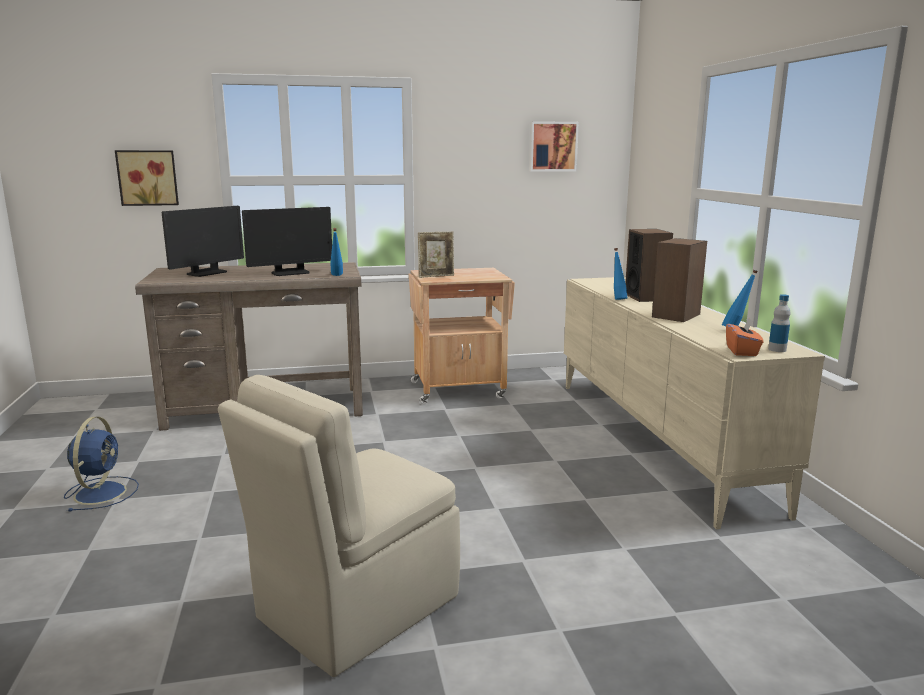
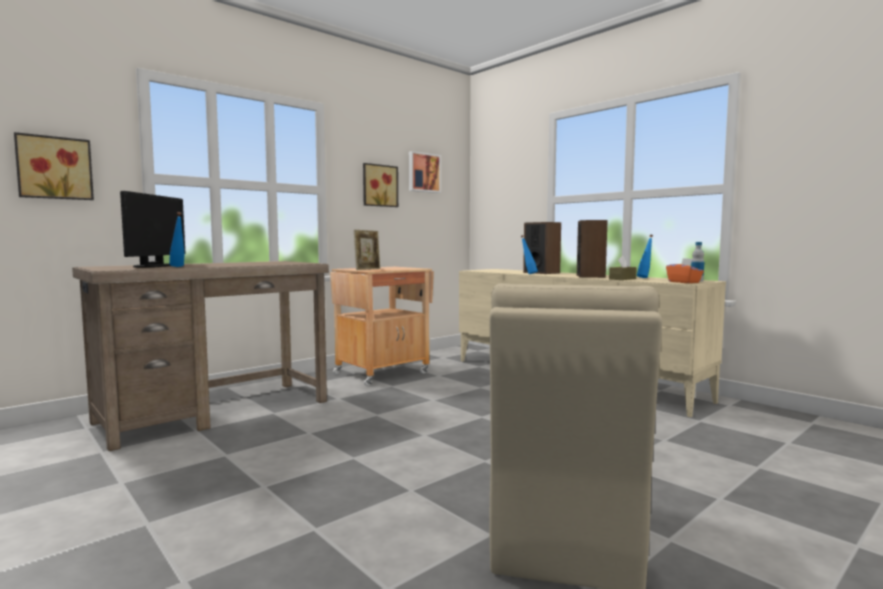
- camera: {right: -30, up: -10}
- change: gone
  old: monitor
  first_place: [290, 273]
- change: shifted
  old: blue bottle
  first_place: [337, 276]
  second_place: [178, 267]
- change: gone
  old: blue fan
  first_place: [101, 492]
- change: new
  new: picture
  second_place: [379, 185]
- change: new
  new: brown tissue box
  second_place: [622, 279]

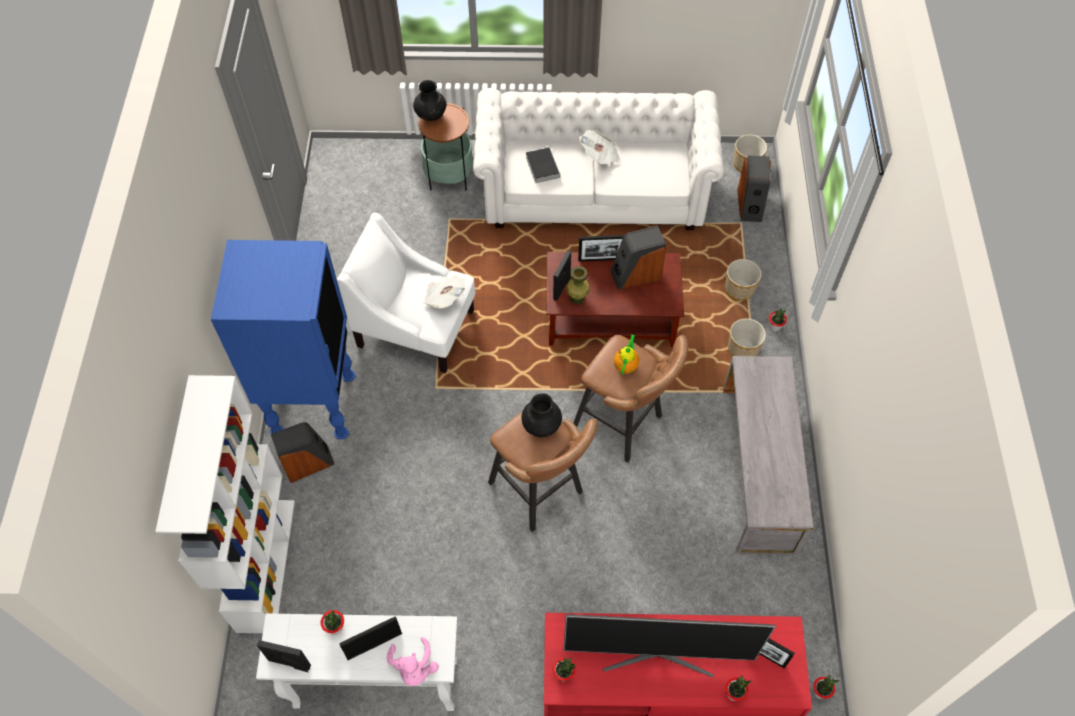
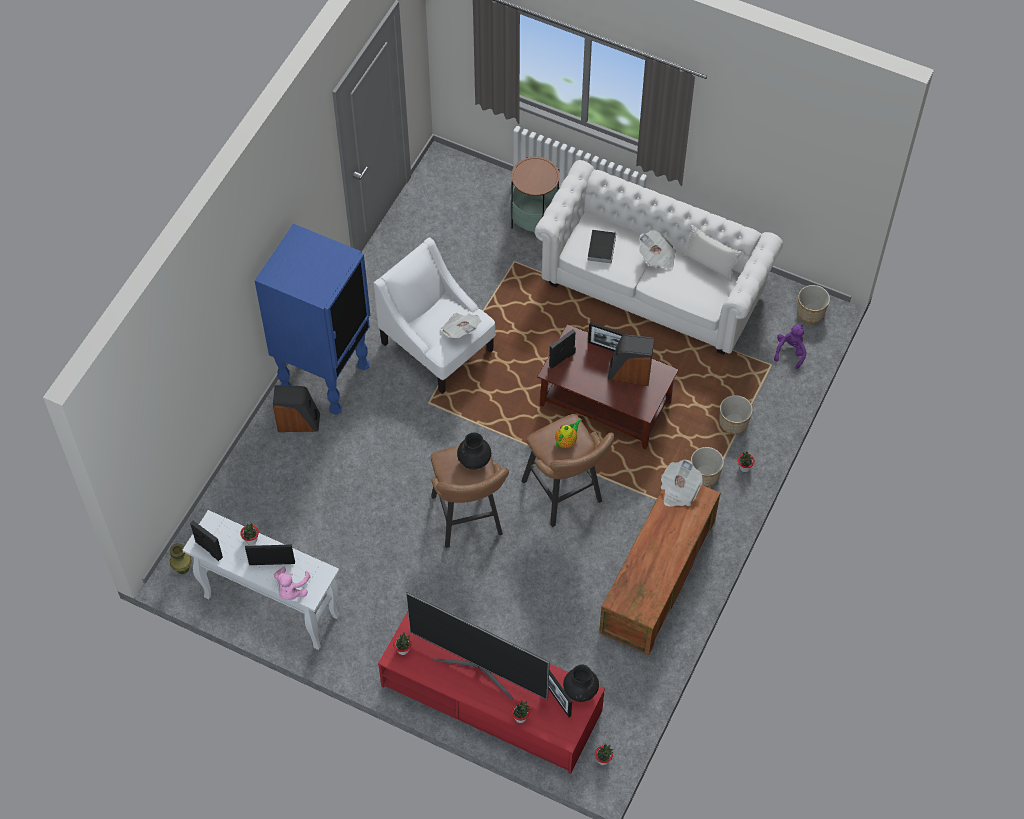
- camera: {right: 25, up: 0}
- change: shifted
  old: black vase
  first_place: [431, 116]
  second_place: [580, 691]
- change: swapped
  old: speaker
  new: purple plush toy
  first_place: [750, 205]
  second_place: [790, 352]
- change: shifted
  old: green vase
  first_place: [577, 298]
  second_place: [183, 568]
- change: repainted
  old: grey bench
  new: brown bench
  first_place: [760, 469]
  second_place: [659, 577]
- change: gone
  old: white bookcase
  first_place: [265, 564]
- change: new
  new: white pillow
  second_place: [709, 264]
- change: new
  new: newspaper
  second_place: [679, 490]

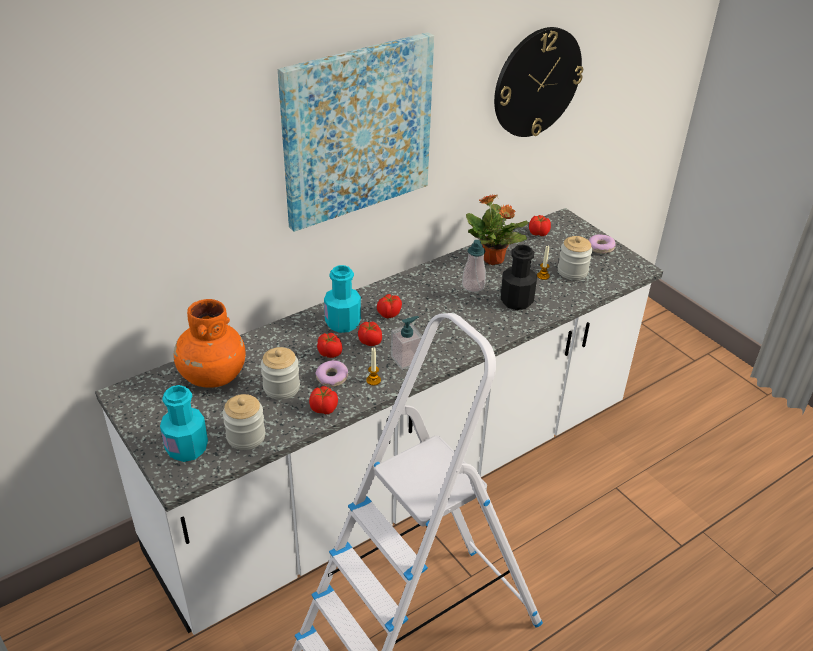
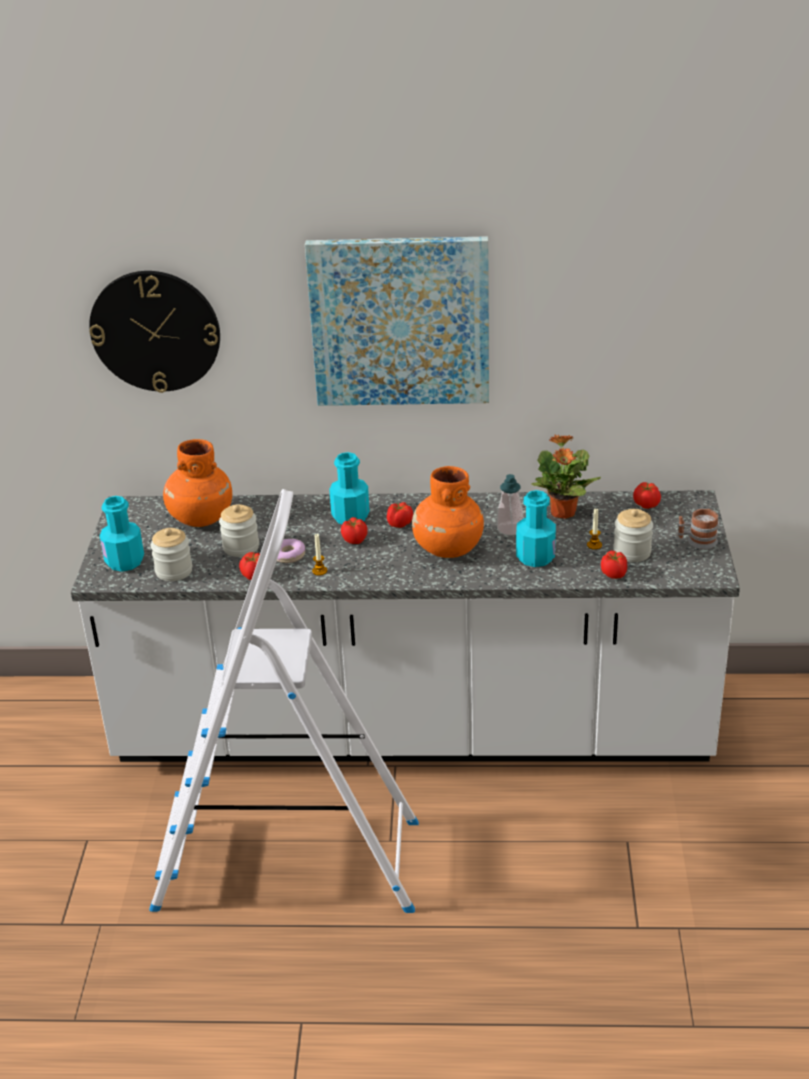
- camera: {right: 40, up: -5}
- change: shifted
  old: wall clock
  first_place: [537, 82]
  second_place: [155, 331]
- change: swapped
  old: donut
  new: mug
  first_place: [600, 248]
  second_place: [697, 541]
- change: repainted
  old: black bottle
  new: turquoise bottle
  first_place: [516, 301]
  second_place: [535, 557]
- change: gone
  old: soap dispenser
  first_place: [406, 359]
- change: shifted
  old: tomato
  first_place: [330, 353]
  second_place: [614, 574]
- change: new
  new: orange vase
  second_place: [448, 548]

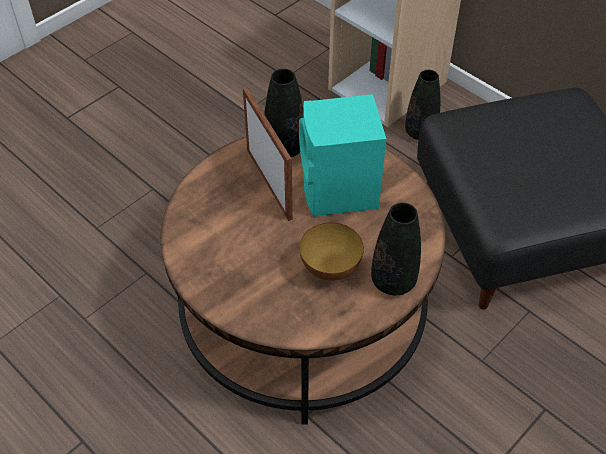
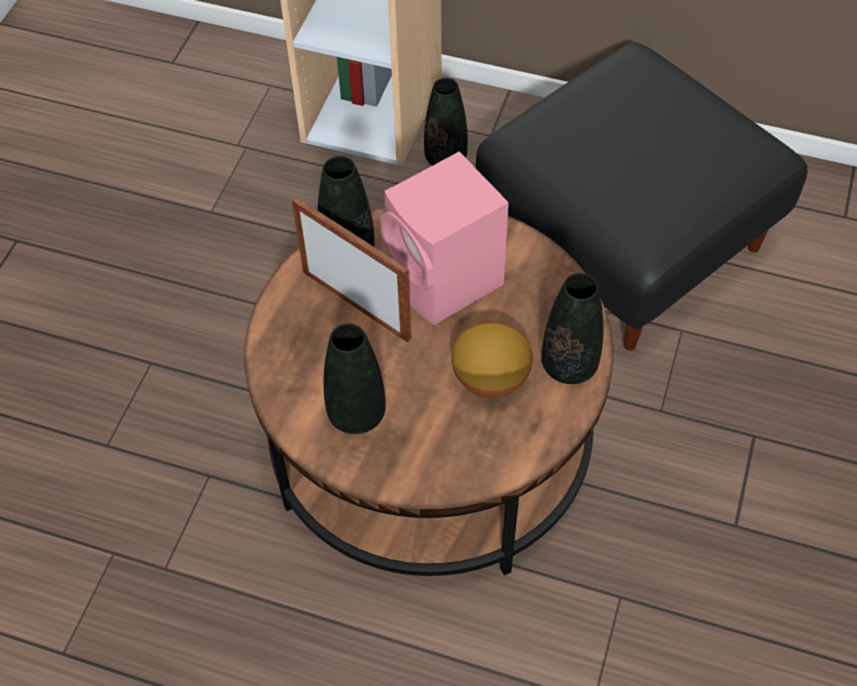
- camera: {right: -25, up: 5}
- change: repainted
  old: turquoise speaker
  new: pink speaker
  first_place: [339, 193]
  second_place: [447, 283]
- change: new
  new: black vase
  second_place: [356, 414]

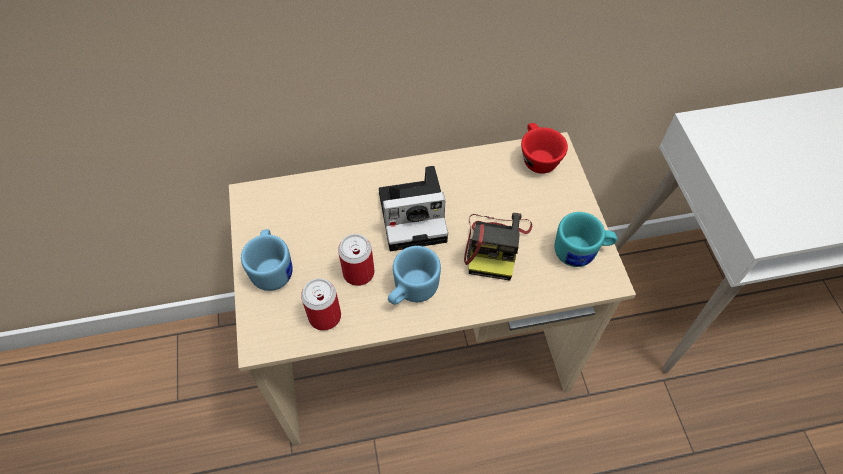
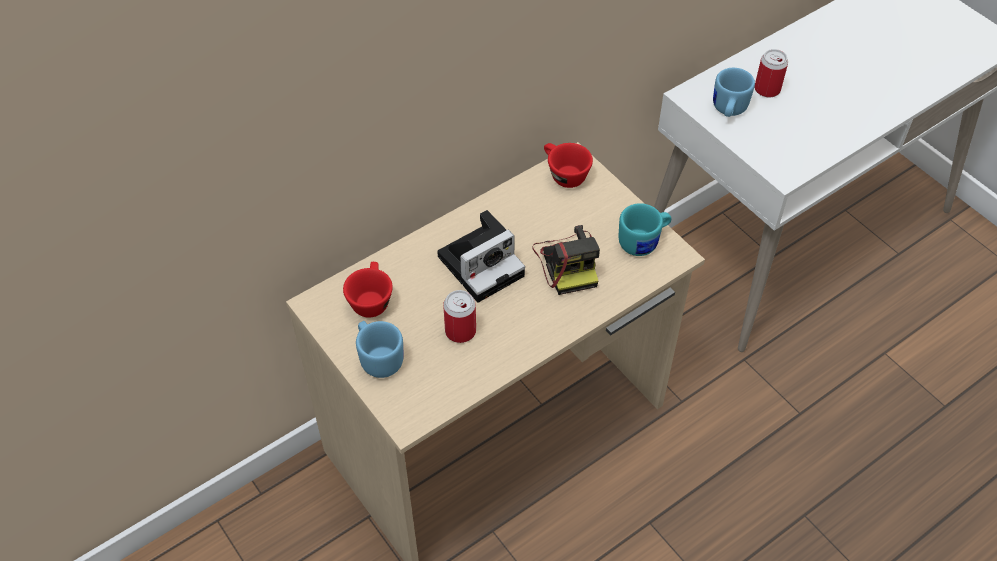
- camera: {right: -25, up: -5}
- change: shifted
  old: blue mug
  first_place: [411, 291]
  second_place: [728, 110]
- change: shifted
  old: can
  first_place: [325, 316]
  second_place: [767, 89]
- change: new
  new: red cup
  second_place: [370, 299]

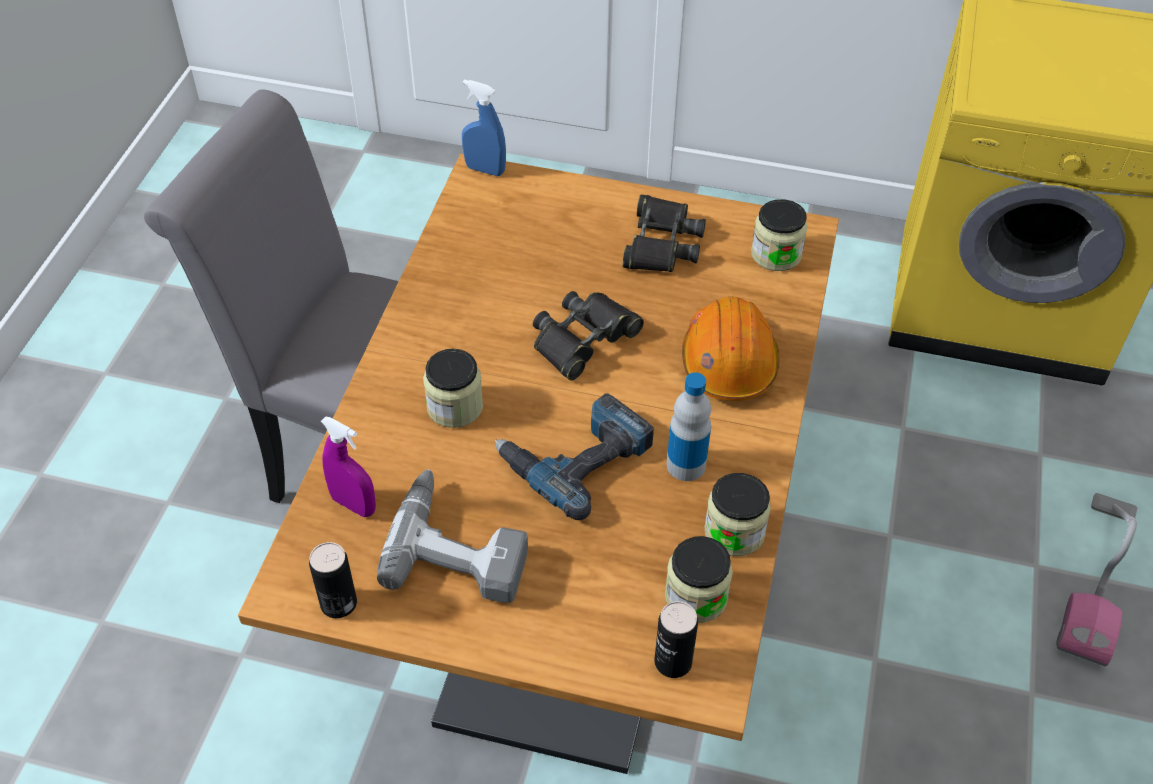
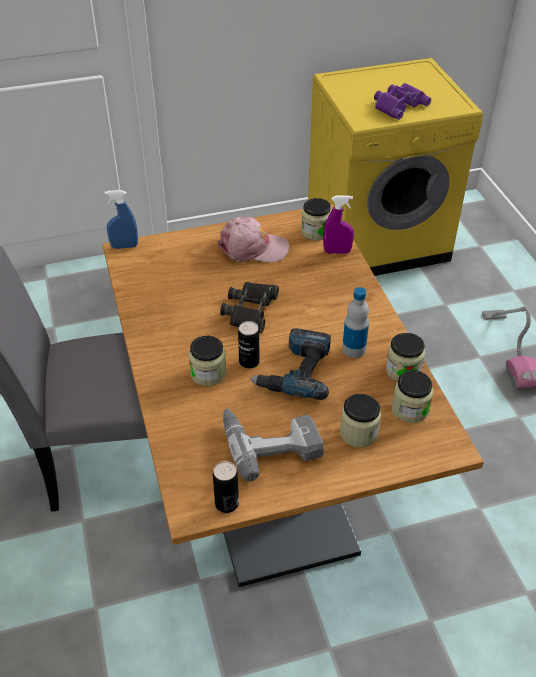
- camera: {right: -30, up: -5}
- change: swapped
  old: black binoculars
  new: pink cap
  first_place: [661, 243]
  second_place: [252, 248]
- change: gone
  old: orange hard hat
  first_place: [728, 362]
- change: shifted
  old: purple spray bottle
  first_place: [354, 505]
  second_place: [337, 251]
- change: shifted
  old: can
  first_place: [673, 662]
  second_place: [249, 361]
- change: new
  new: purple binoculars
  second_place: [398, 105]
- change: new
  new: jar
  second_place: [358, 433]

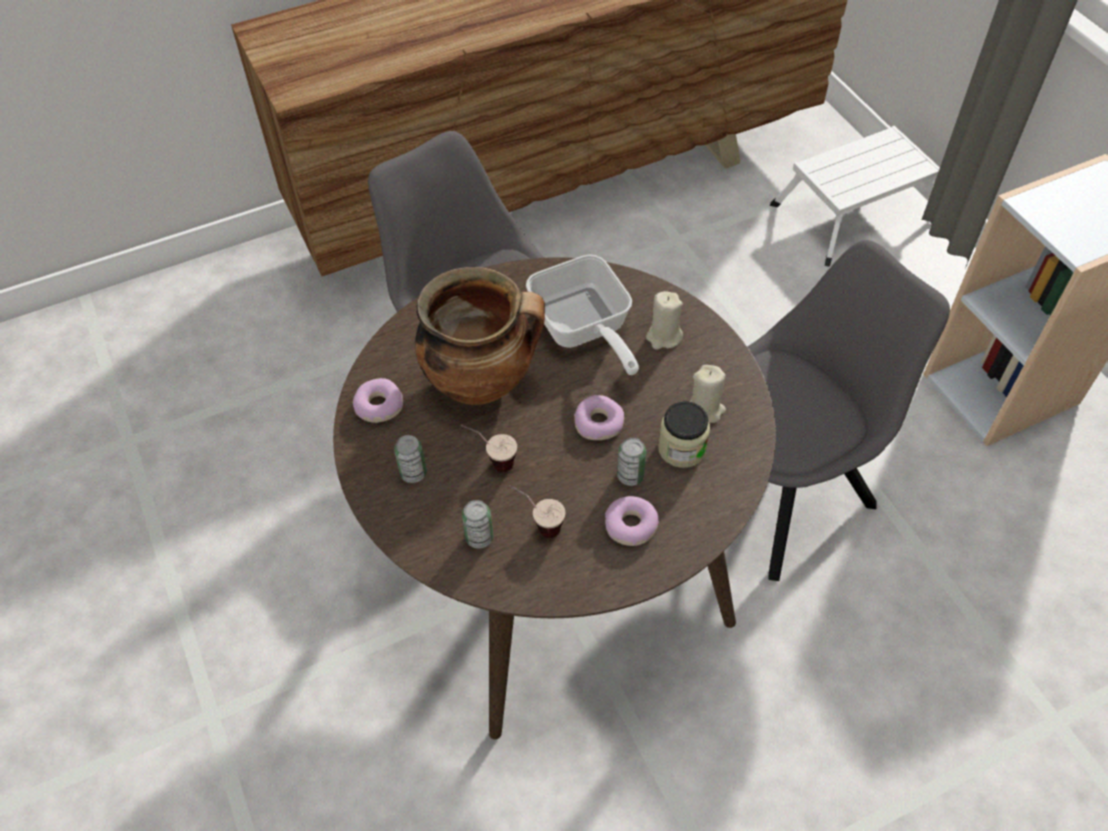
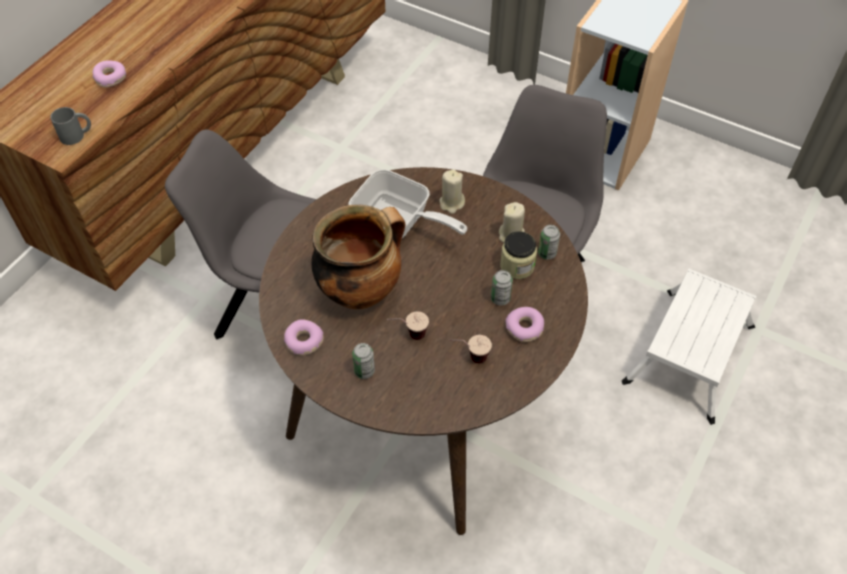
- camera: {right: -35, up: 0}
- change: shifted
  old: white step ladder
  first_place: [854, 212]
  second_place: [689, 354]
- change: shifted
  old: donut
  first_place: [599, 423]
  second_place: [110, 78]
- change: shifted
  old: can
  first_place: [479, 537]
  second_place: [547, 253]
- change: new
  new: grey mug
  second_place: [77, 135]

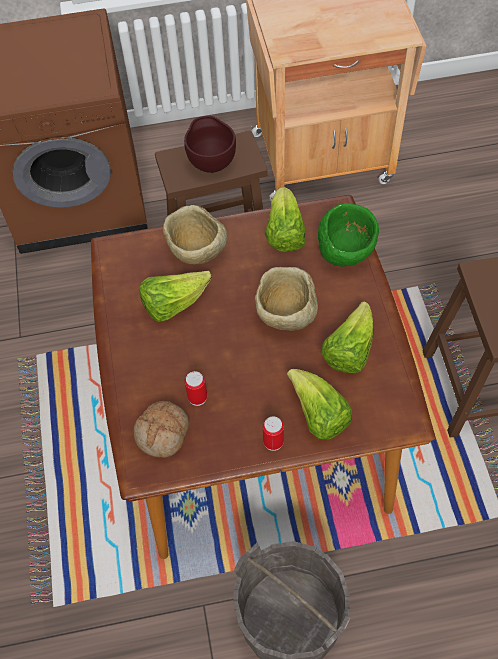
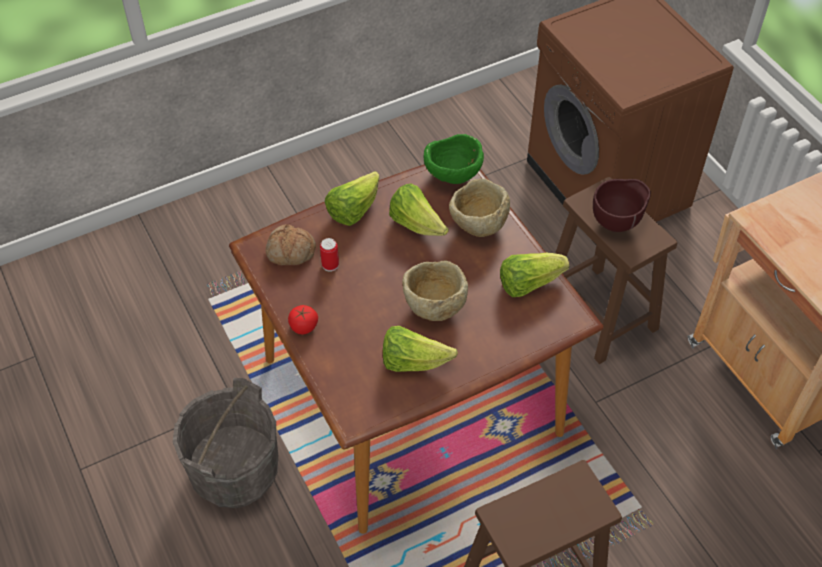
- camera: {right: 70, up: -5}
- change: shifted
  old: green bowl
  first_place: [346, 253]
  second_place: [452, 177]
- change: shifted
  old: lettuce
  first_place: [318, 415]
  second_place: [353, 210]
- change: swapped
  old: can
  new: tomato
  first_place: [273, 442]
  second_place: [303, 327]

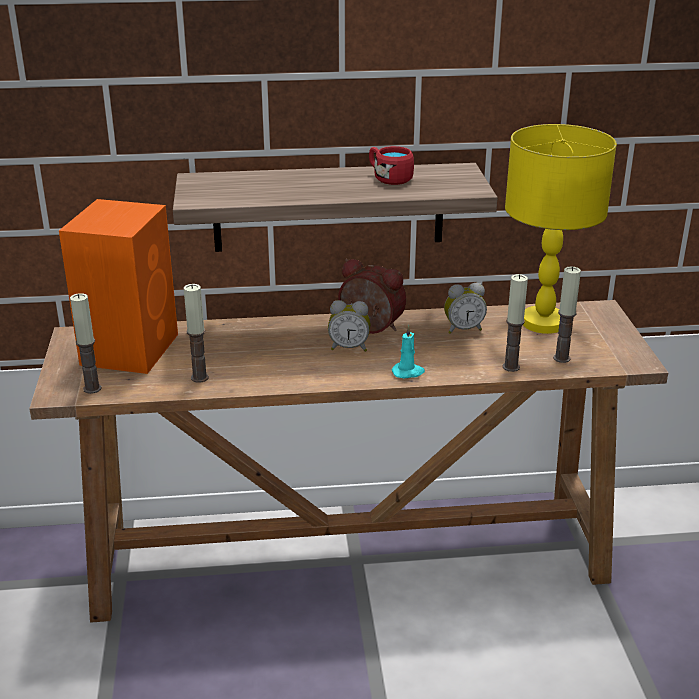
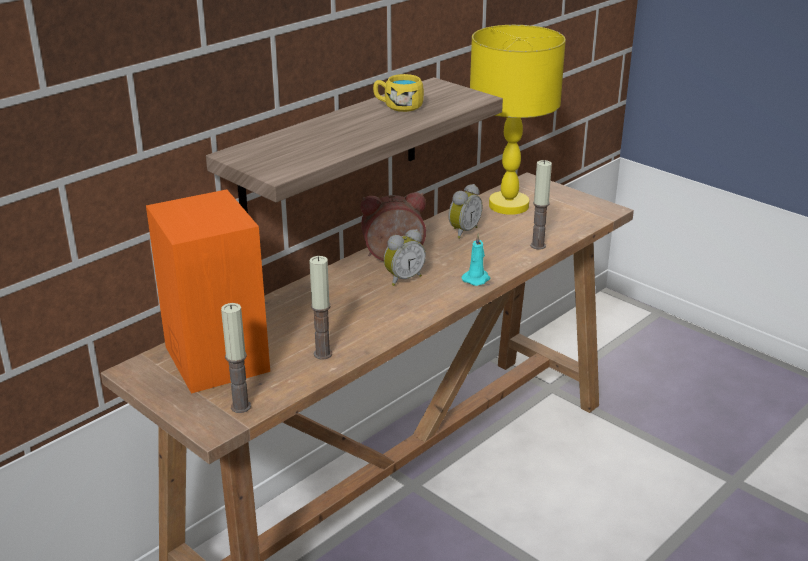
- camera: {right: -40, up: 0}
- change: repainted
  old: red mug
  new: yellow mug
  first_place: [389, 178]
  second_place: [398, 106]
- change: gone
  old: candle
  first_place: [561, 358]

